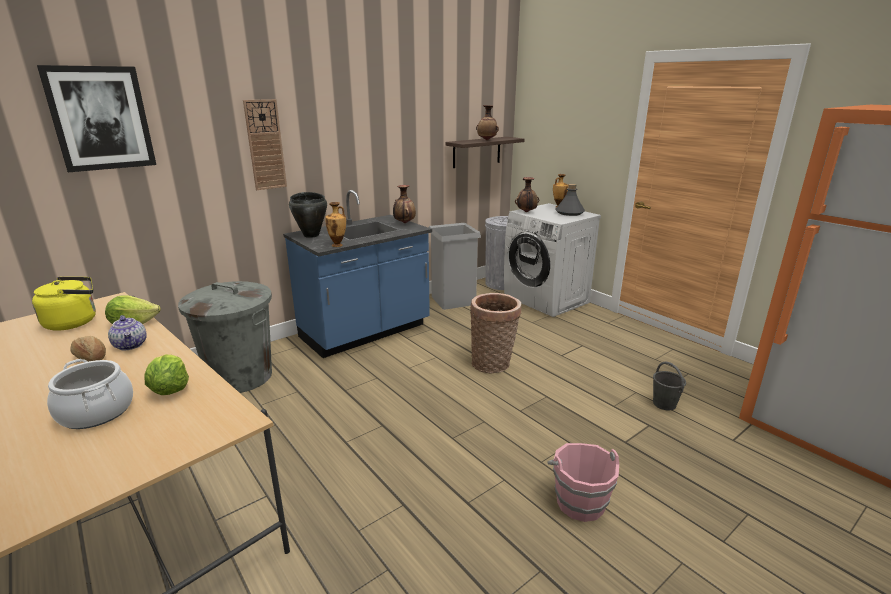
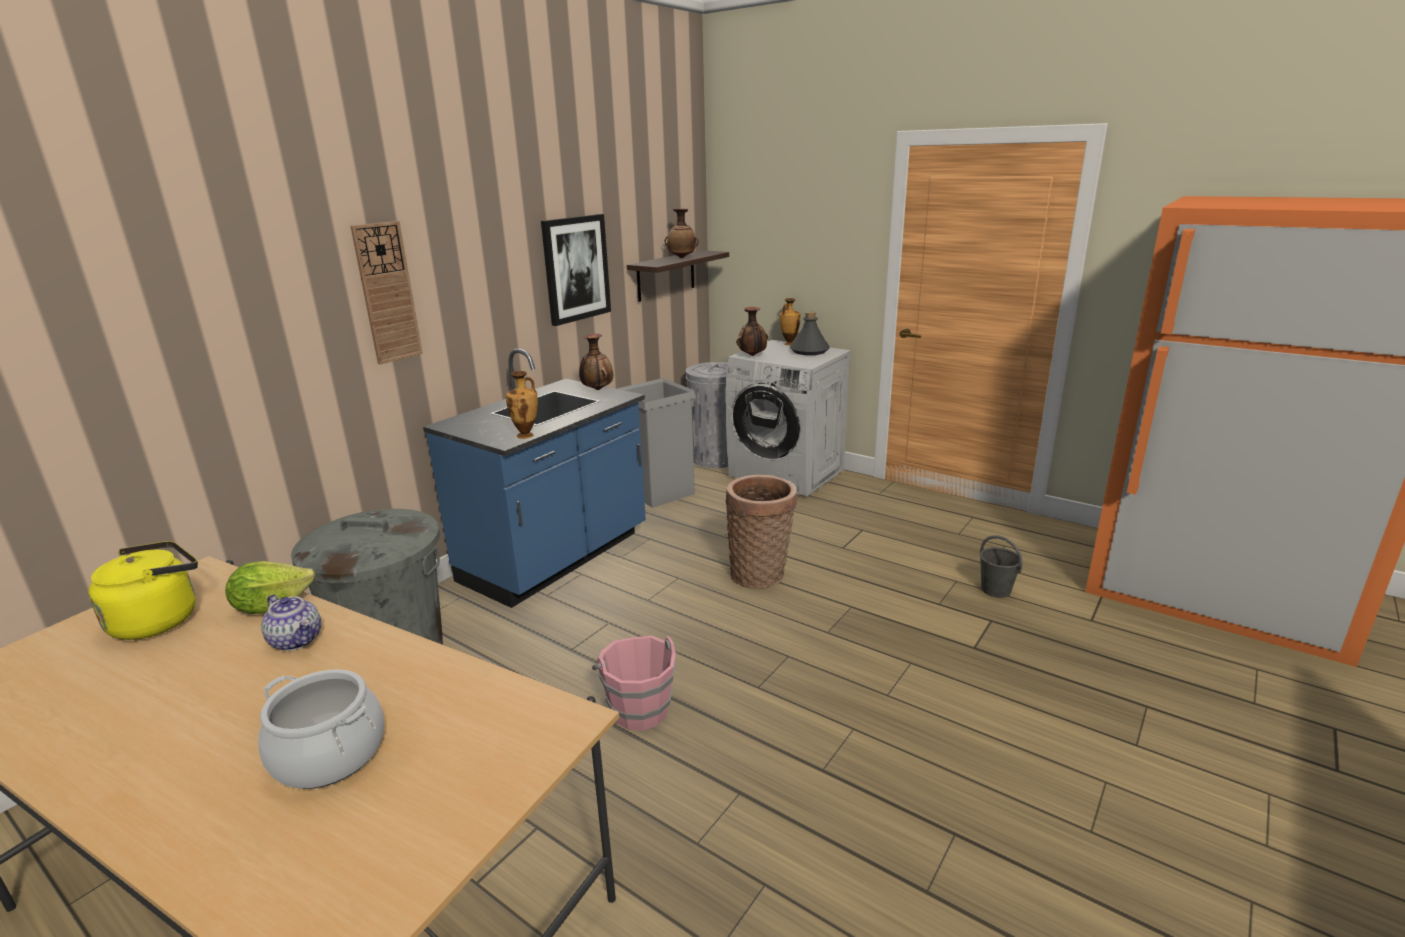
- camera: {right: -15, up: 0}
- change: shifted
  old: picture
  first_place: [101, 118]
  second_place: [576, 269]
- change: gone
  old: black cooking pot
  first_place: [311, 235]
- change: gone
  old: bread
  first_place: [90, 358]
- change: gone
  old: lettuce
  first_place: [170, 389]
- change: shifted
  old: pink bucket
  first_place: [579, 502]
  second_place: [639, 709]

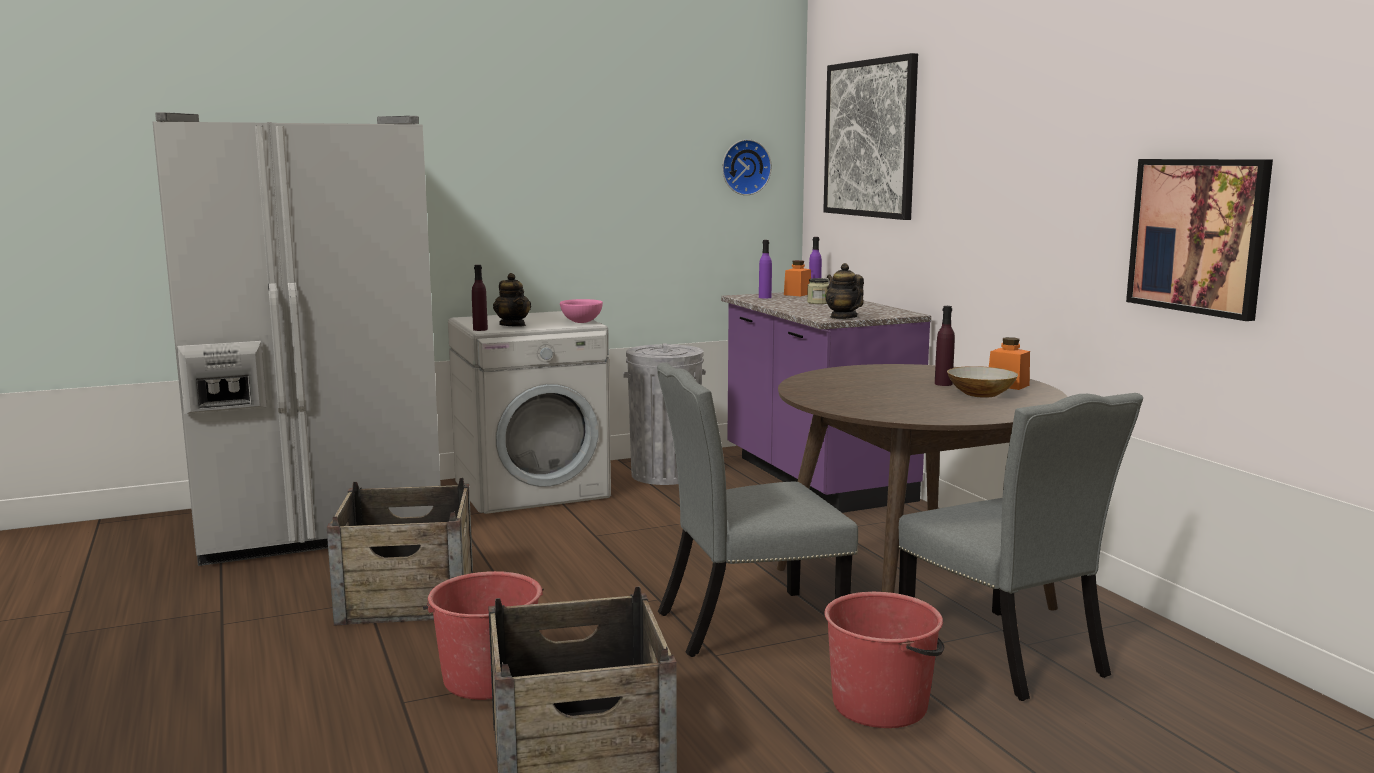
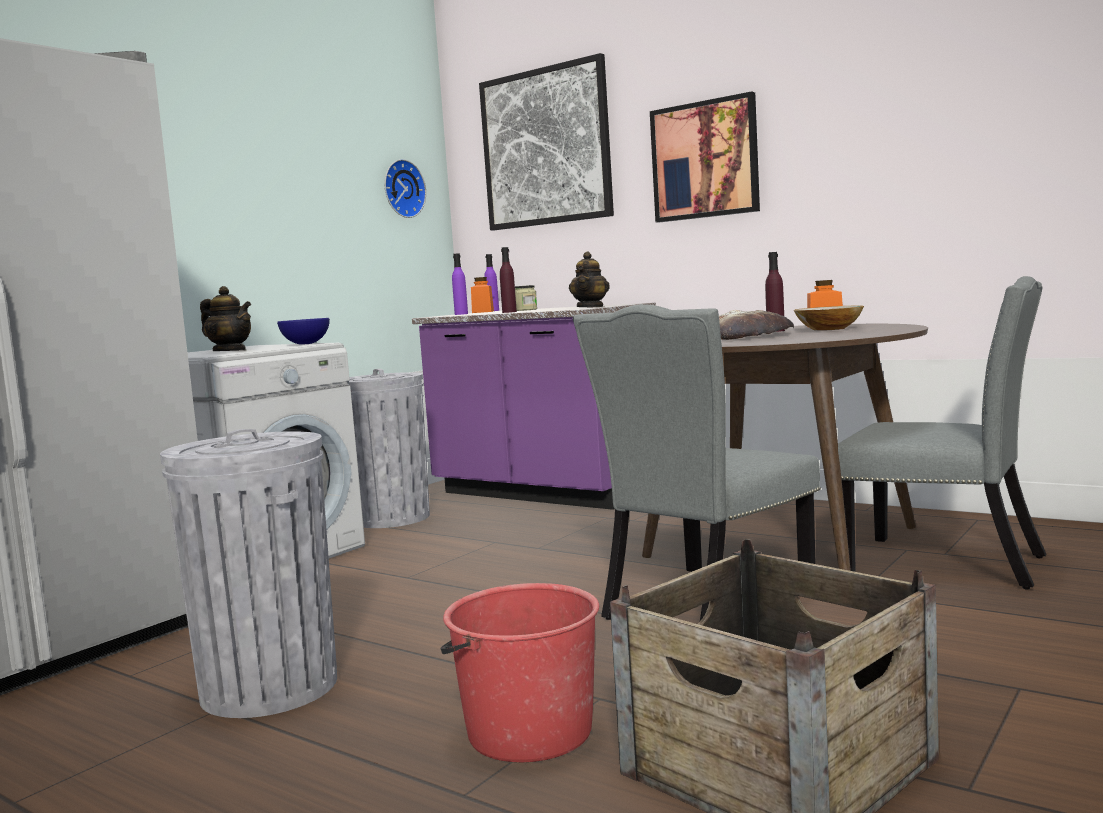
- camera: {right: -30, up: -5}
- change: shifted
  old: picture
  first_place: [1198, 235]
  second_place: [705, 160]
- change: rotated
  old: teapot
  first_place: [843, 317]
  second_place: [590, 307]
  degrees: -105
- change: shifted
  old: purple bottle
  first_place: [480, 329]
  second_place: [509, 312]
- change: repainted
  old: pink bowl
  new: blue bowl
  first_place: [582, 322]
  second_place: [306, 344]
- change: swapped
  old: crate
  new: grey trash can
  first_place: [407, 596]
  second_place: [269, 687]
- change: gone
  old: red bucket
  first_place: [881, 705]
- change: new
  new: bread
  second_place: [748, 336]

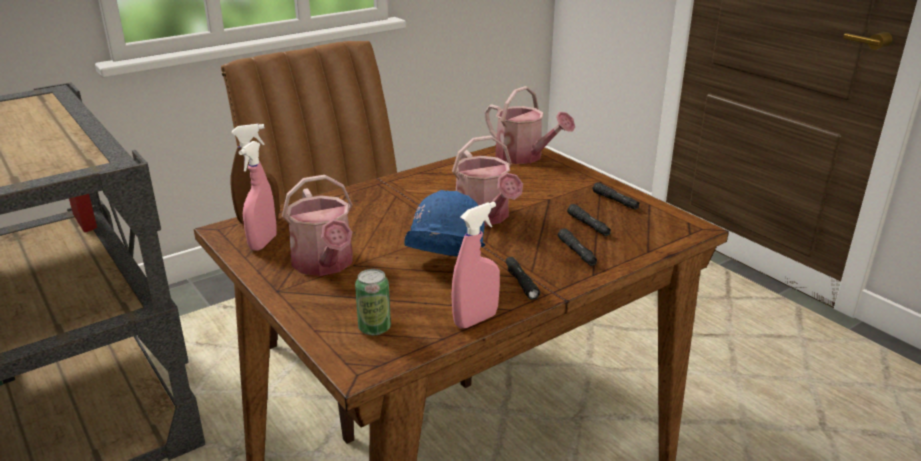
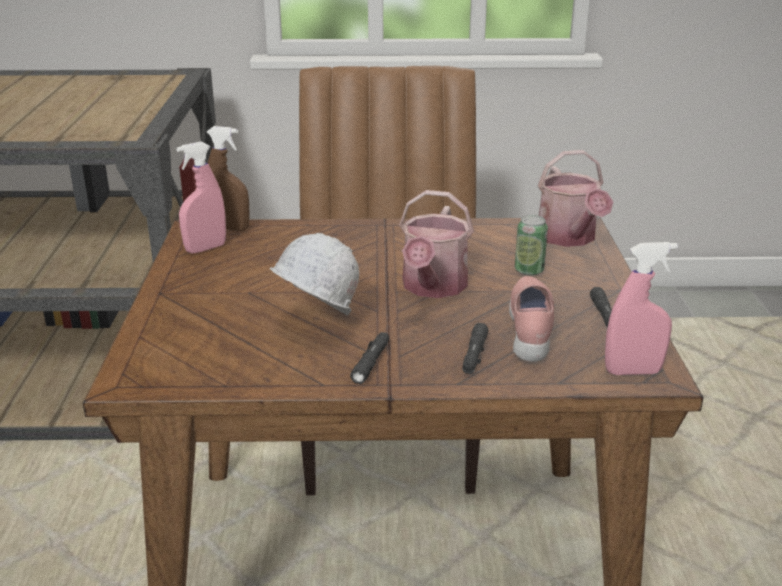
- camera: {right: 35, up: 0}
- change: gone
  old: watering can
  first_place: [325, 264]
- change: repainted
  old: blue hard hat
  new: white hard hat
  first_place: [443, 271]
  second_place: [314, 325]
- change: shifted
  old: pink spray bottle
  first_place: [475, 320]
  second_place: [632, 372]
- change: swapped
  old: black flashlight
  new: pink shoe
  first_place: [589, 225]
  second_place: [531, 331]
- change: shifted
  old: can
  first_place: [374, 328]
  second_place: [529, 270]

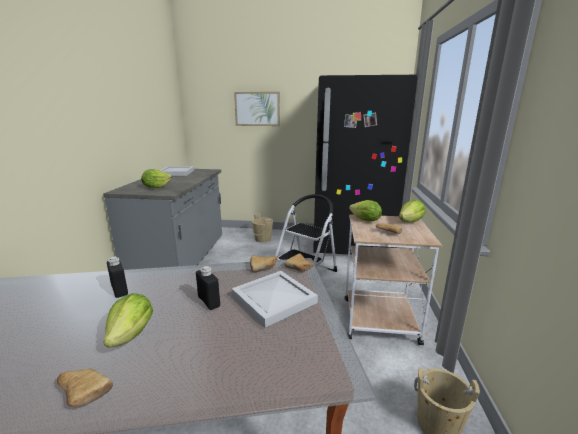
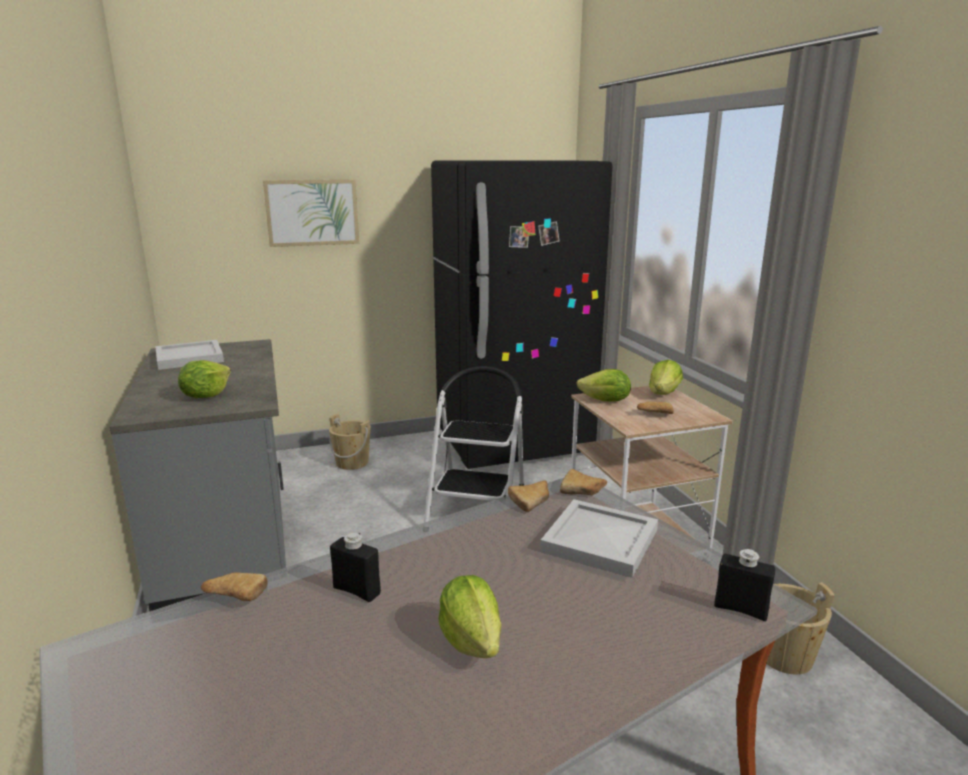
- camera: {right: -25, up: 0}
- change: shifted
  old: black bottle
  first_place: [209, 301]
  second_place: [740, 609]
- change: shifted
  old: bread
  first_place: [82, 392]
  second_place: [234, 596]

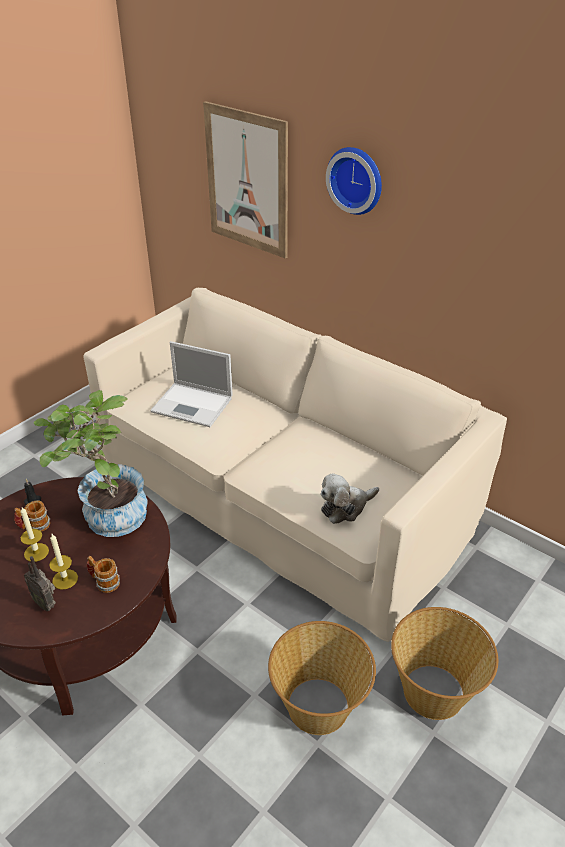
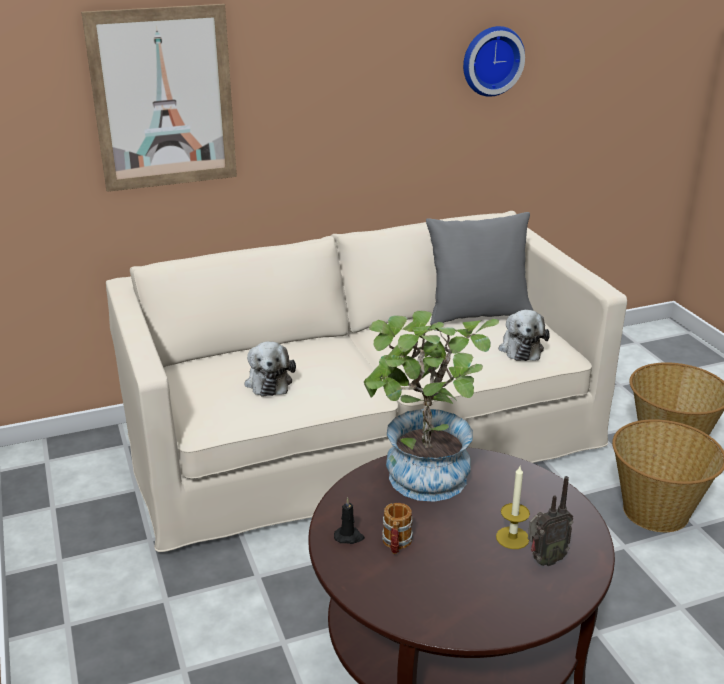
- camera: {right: -60, up: -10}
- change: shifted
  old: wall clock
  first_place: [357, 179]
  second_place: [491, 60]
- change: swapped
  old: laptop
  new: plush toy
  first_place: [193, 405]
  second_place: [268, 381]
- change: gone
  old: candle
  first_place: [36, 552]
- change: gone
  old: mug
  first_place: [104, 582]
- change: new
  new: grey pillow
  second_place: [477, 314]

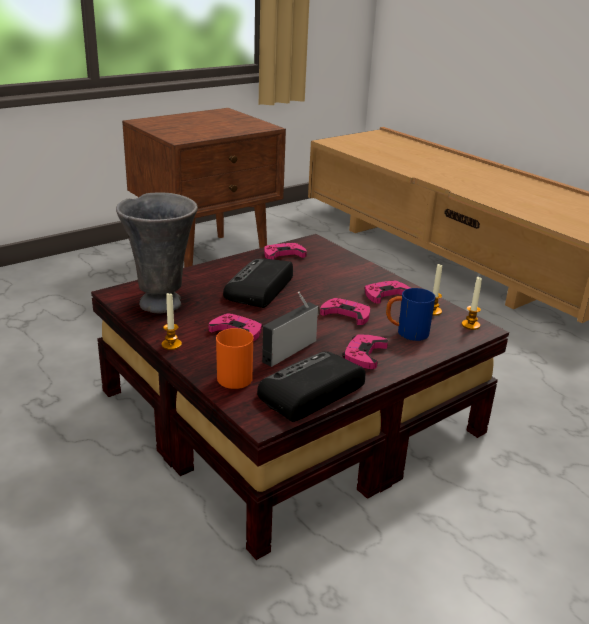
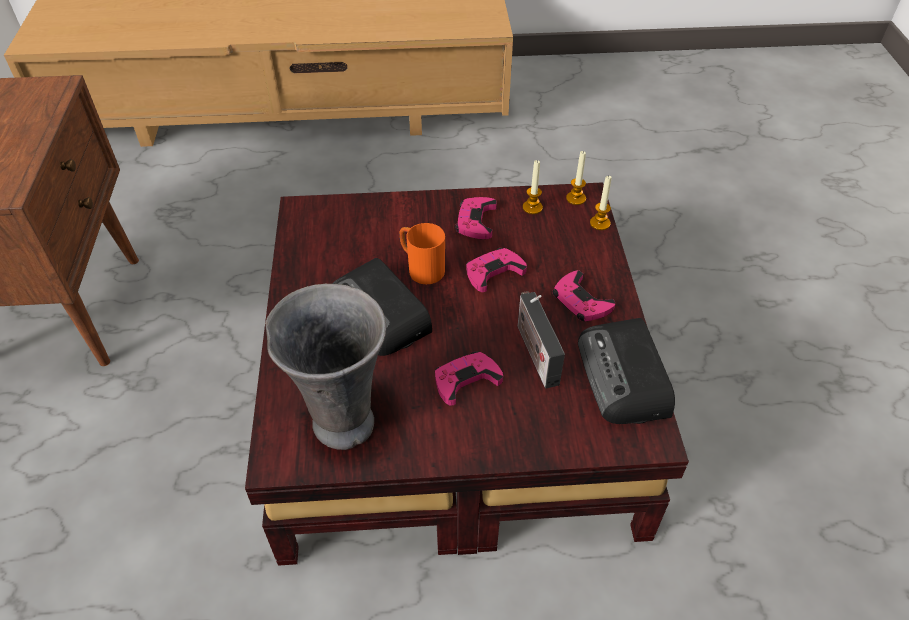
- camera: {right: -55, up: 20}
- change: gone
  old: pink game controller
  first_place: [283, 255]
- change: gone
  old: blue mug
  first_place: [406, 333]
- change: shifted
  old: candle
  first_place: [171, 345]
  second_place: [600, 223]
- change: shifted
  old: orange mug
  first_place: [236, 375]
  second_place: [421, 269]

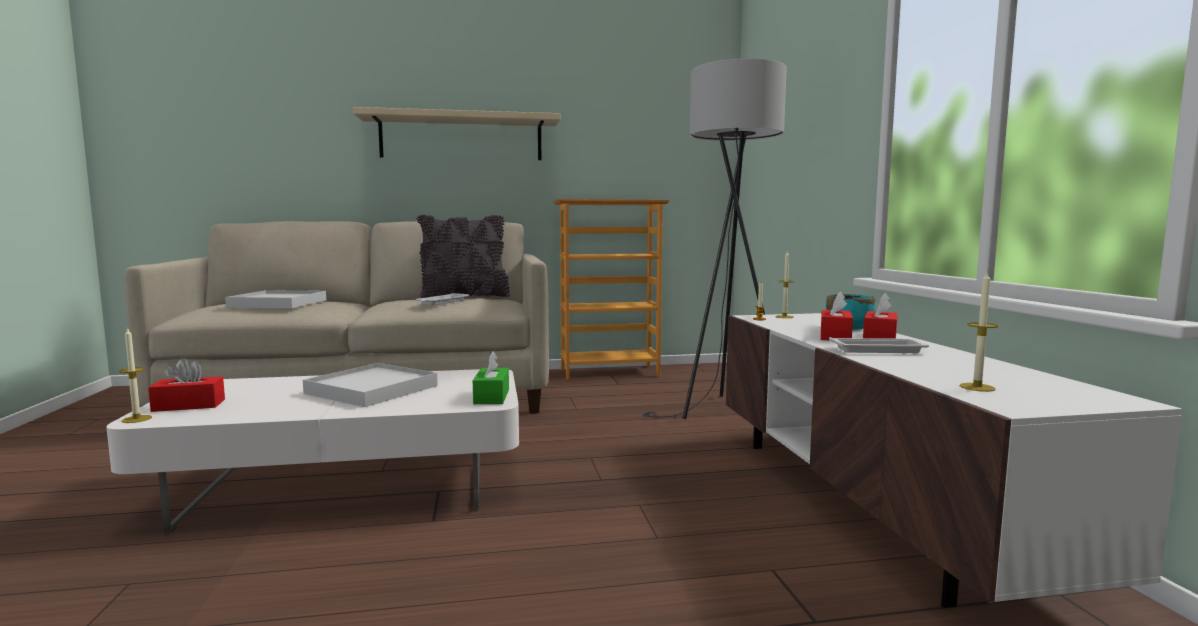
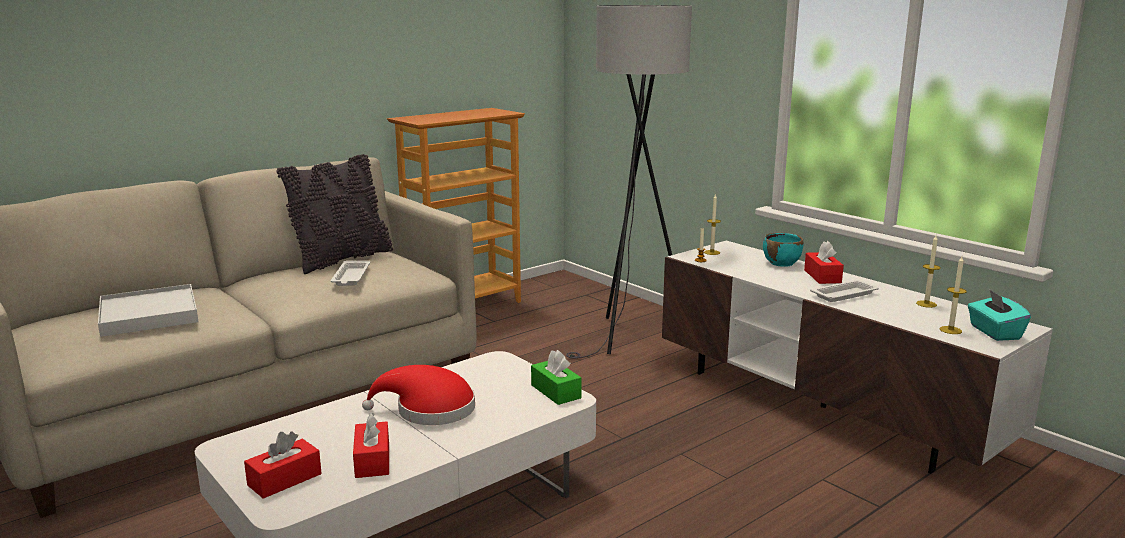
- camera: {right: -30, up: 10}
- change: gone
  old: beige shelf
  first_place: [461, 138]
- change: shifted
  old: red tissue box
  first_place: [835, 336]
  second_place: [372, 460]
- change: shifted
  old: candle
  first_place: [136, 419]
  second_place: [926, 304]
- change: swapped
  old: white tray
  new: red hat
  first_place: [372, 390]
  second_place: [429, 410]
- change: new
  new: turquoise tissue box
  second_place: [994, 332]

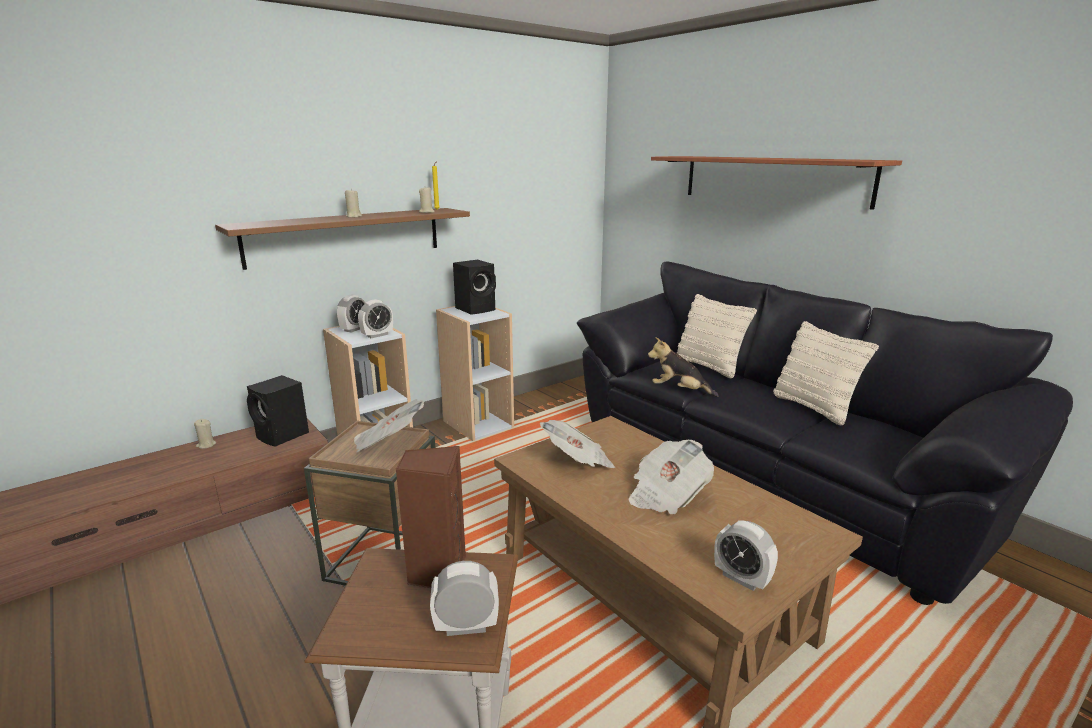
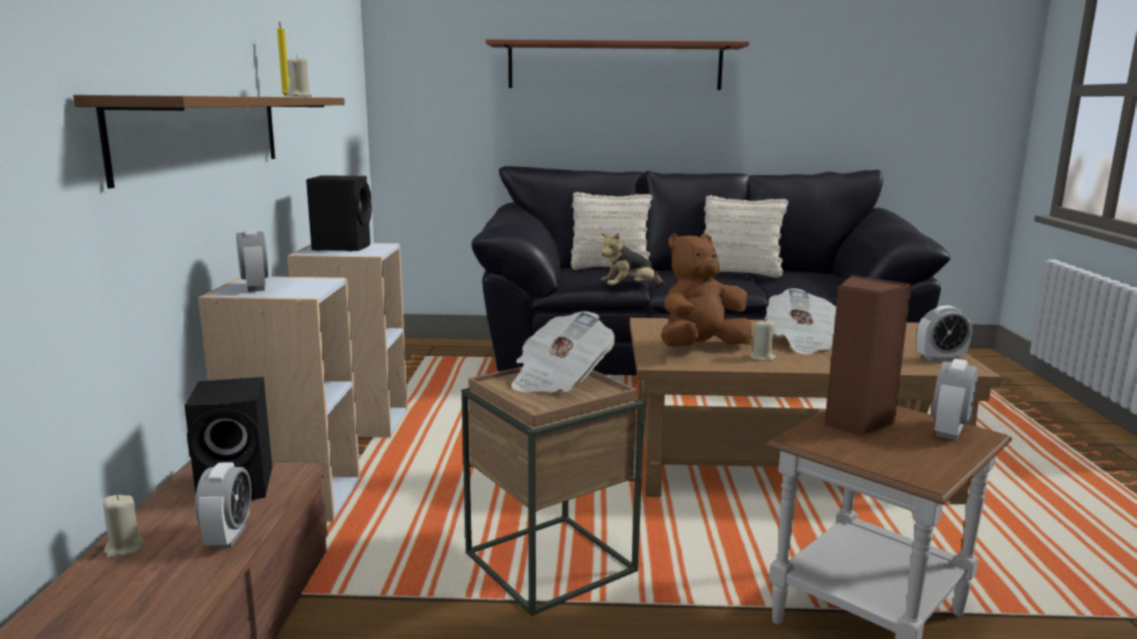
- camera: {right: -50, up: -5}
- change: shifted
  old: beige candle
  first_place: [354, 216]
  second_place: [762, 358]
- change: shifted
  old: alarm clock
  first_place: [377, 335]
  second_place: [228, 537]
- change: swapped
  old: newspaper
  new: brown plush toy
  first_place: [578, 462]
  second_place: [700, 348]

